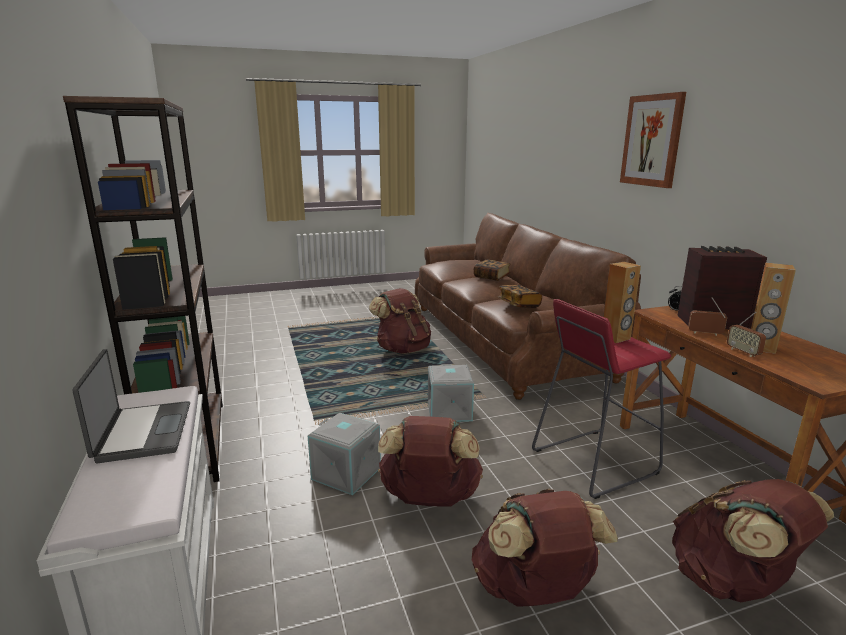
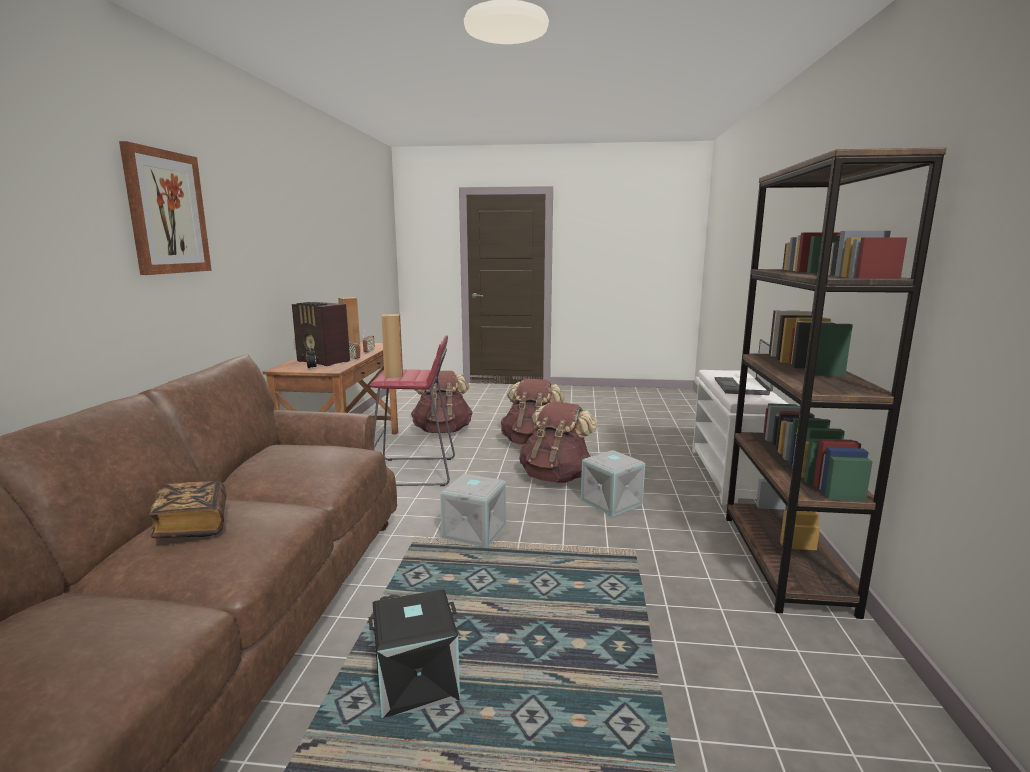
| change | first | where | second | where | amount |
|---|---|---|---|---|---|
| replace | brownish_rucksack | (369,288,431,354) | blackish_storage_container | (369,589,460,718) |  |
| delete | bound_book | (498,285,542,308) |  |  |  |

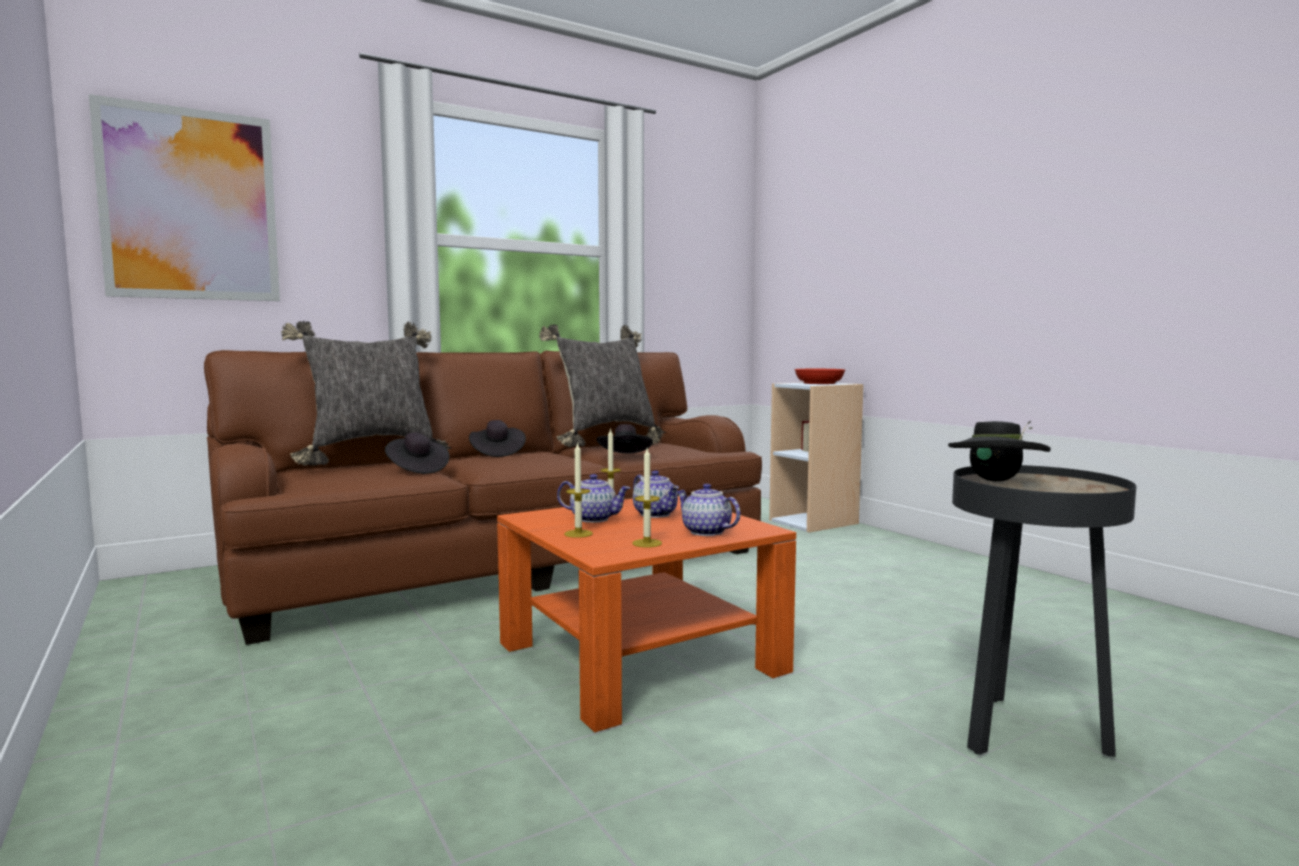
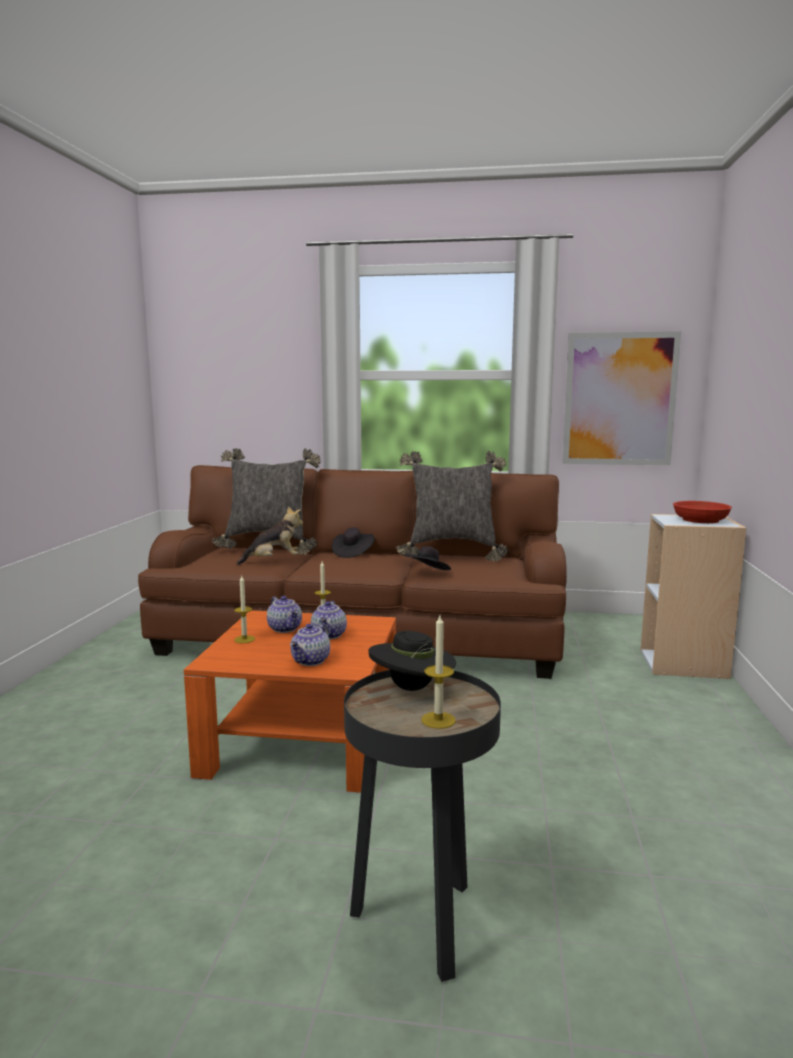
| change | first | where | second | where | amount |
|---|---|---|---|---|---|
| replace | blackish_hat | (385,432,449,474) | plush_toy | (237,506,303,565) |  |
| rotate | teapot | (676,483,741,536) |  | (290,623,330,666) | 150 degrees counterclockwise |
| move | wax_light | (632,449,662,548) |  | (421,615,456,729) |  |
| move | wall_art | (89,94,280,301) |  | (562,332,681,465) |  |

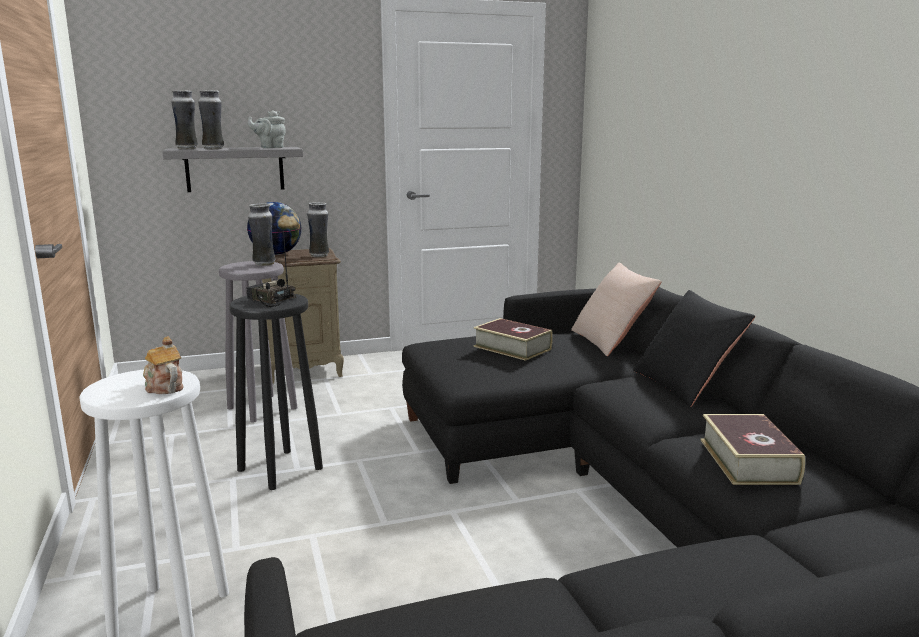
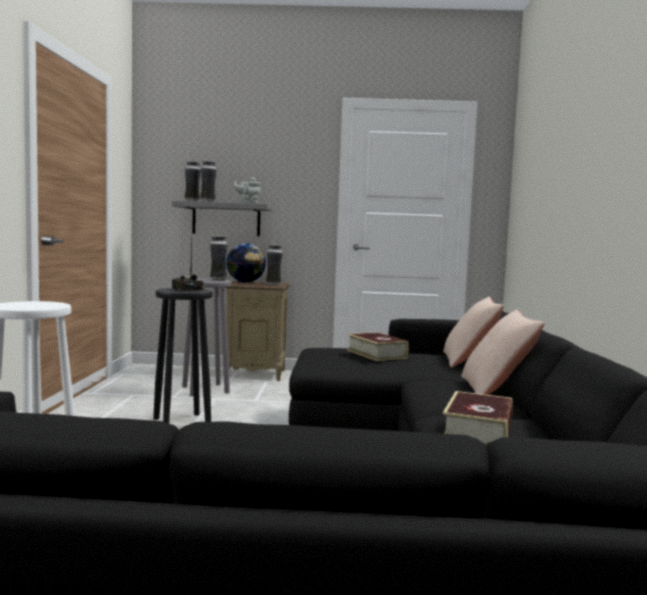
| change | first | where | second | where | amount |
|---|---|---|---|---|---|
| recolor | blackish_throw_pillow | (633,290,755,407) | sand-coloured_throw_pillow | (461,310,545,395) |  |
| delete | teapot | (143,336,183,394) |  |  |  |

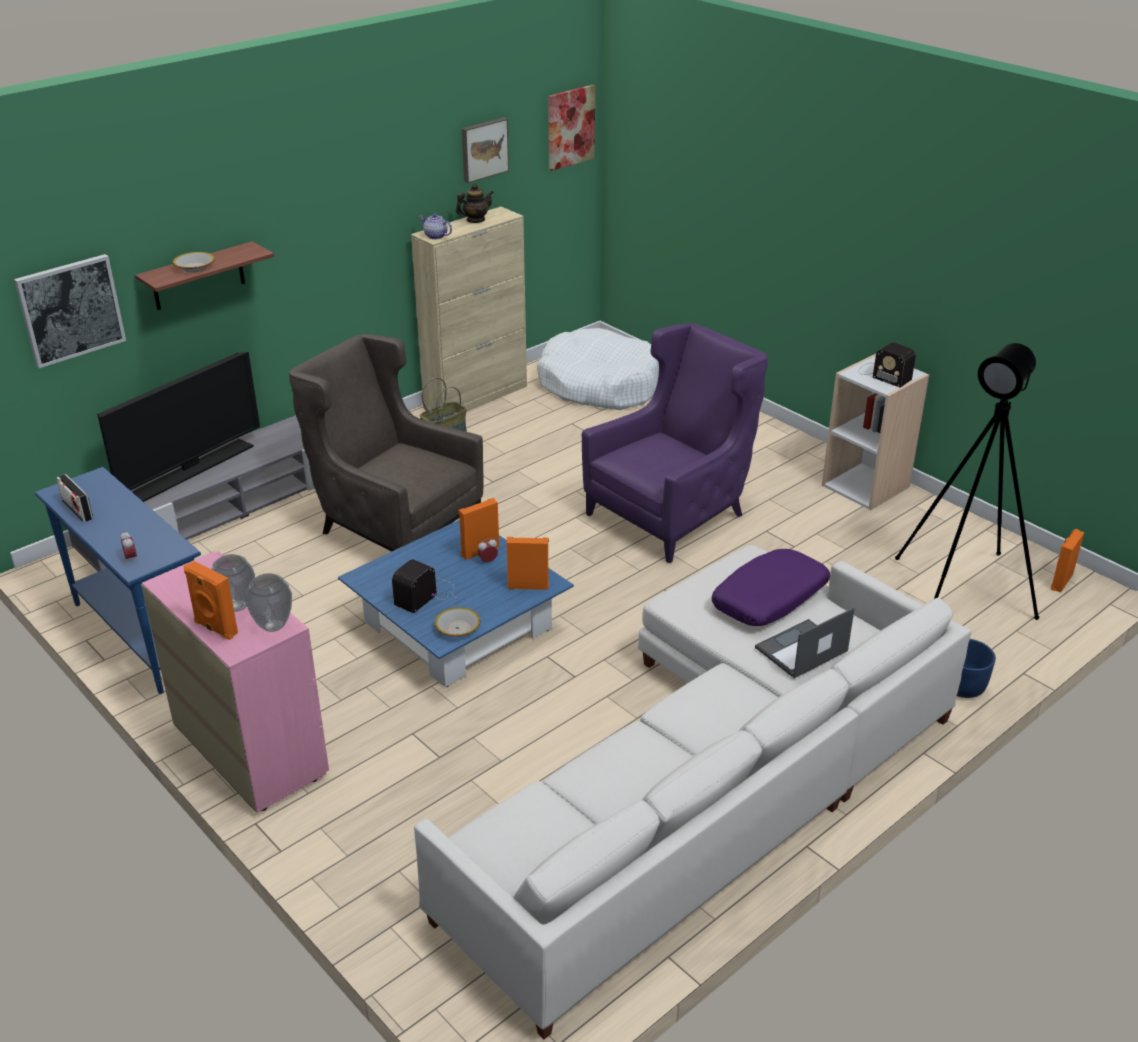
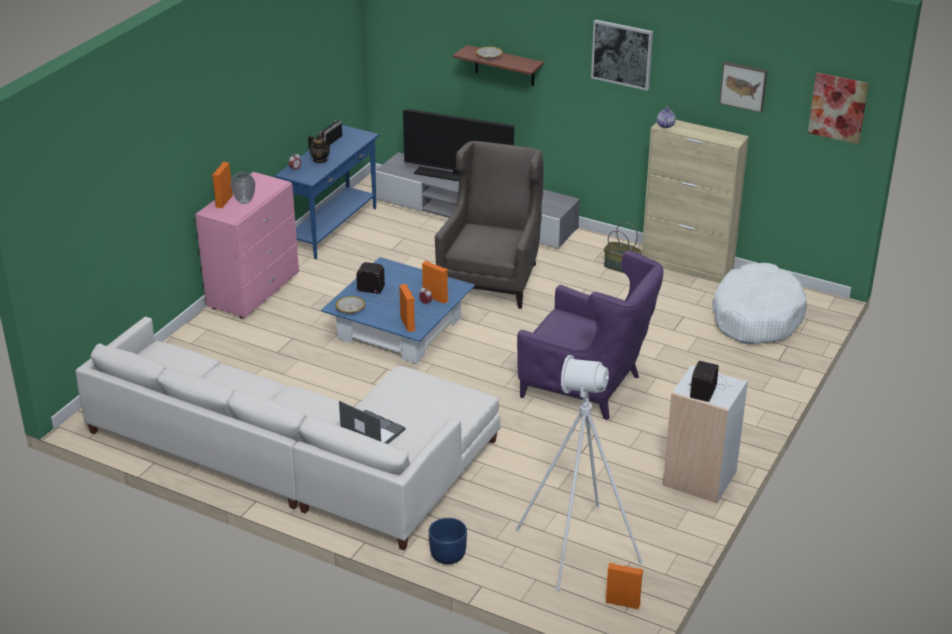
| change | first | where | second | where | amount |
|---|---|---|---|---|---|
| move | teapot | (456,184,494,223) |  | (308,134,330,163) |  |
| recolor | blackish_standing_lamp | (895,343,1039,620) | whitish_standing_lamp | (515,355,643,591) |  |
| move | wall_art | (14,254,126,368) |  | (591,19,653,90) |  |
| delete | decorative_vase | (245,573,292,632) |  |  |  |
| delete | purple-coloured_throw_pillow | (712,549,830,626) |  |  |  |

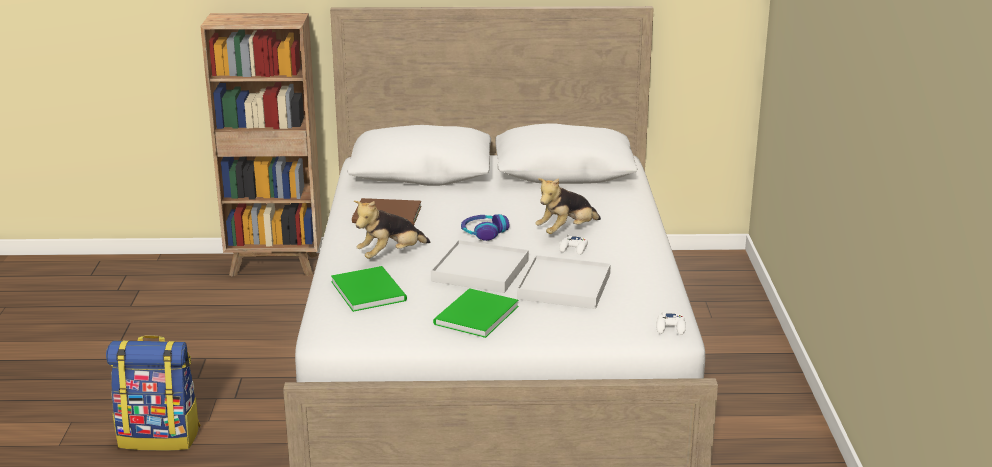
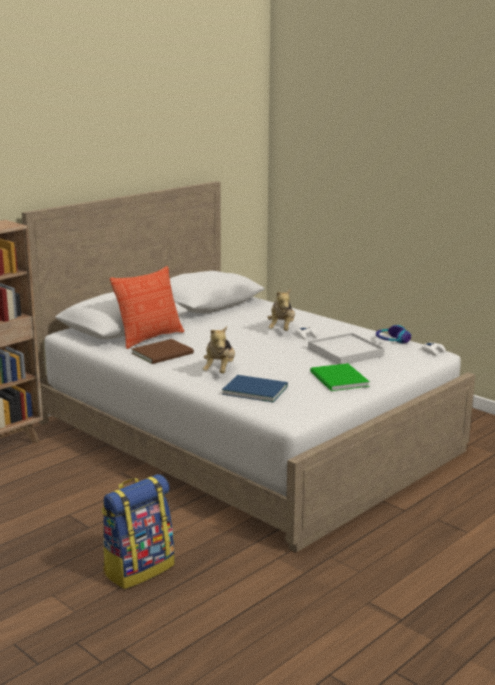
| change | first | where | second | where | amount |
|---|---|---|---|---|---|
| insert |  |  | orange-coloured_throw_pillow | (110,266,184,349) |  |
| recolor | greenish_bound_book | (331,266,407,312) | blue_bound_book | (222,375,288,402) |  |
| move | headphones | (461,214,509,241) |  | (376,325,411,344) |  |
| delete | whitish_carrying_tray | (431,240,529,293) |  |  |  |

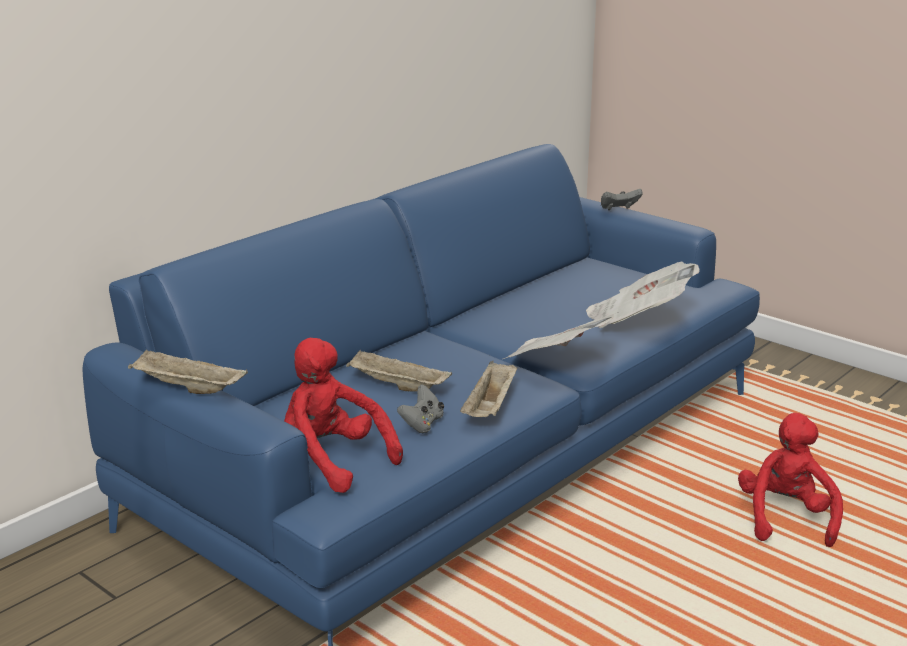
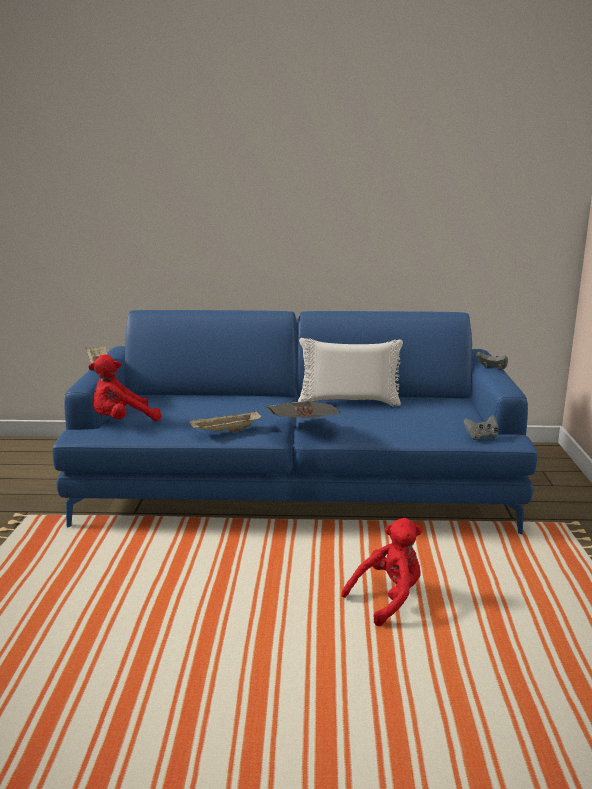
| change | first | where | second | where | amount |
|---|---|---|---|---|---|
| rotate | red-coloured_plush_toy | (284,338,403,493) |  | (89,354,161,421) | 120 degrees counterclockwise |
| insert |  |  | whitish_throw_pillow | (298,338,403,407) |  |
| move | grey_joypad | (397,384,444,433) |  | (463,415,498,440) |  |
| delete | sand-coloured_carrying_tray | (346,350,452,392) |  |  |  |
| delete | daily_paper | (586,261,700,328) |  |  |  |

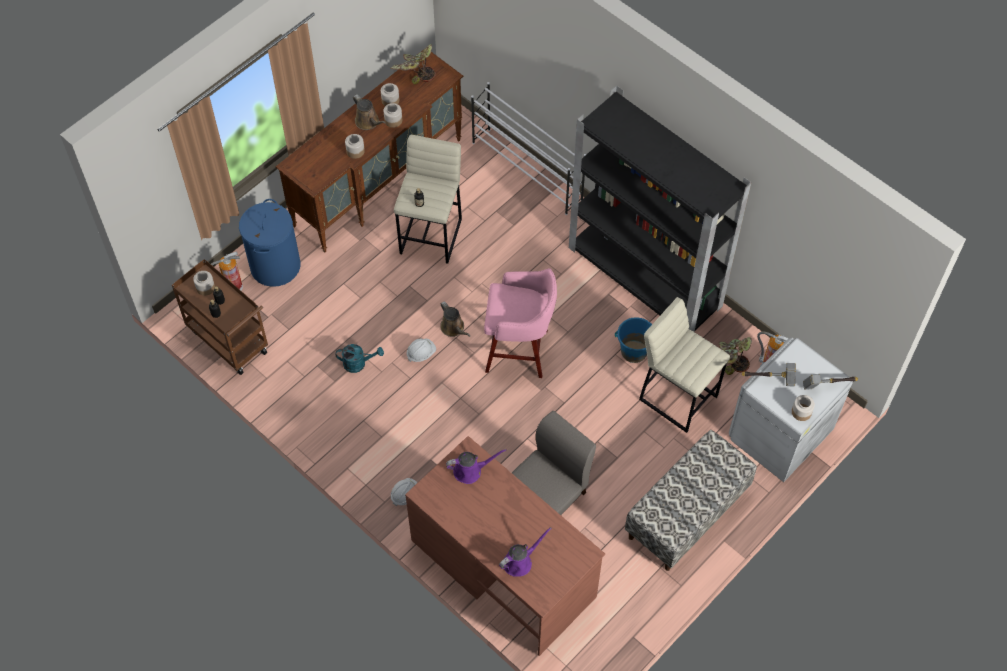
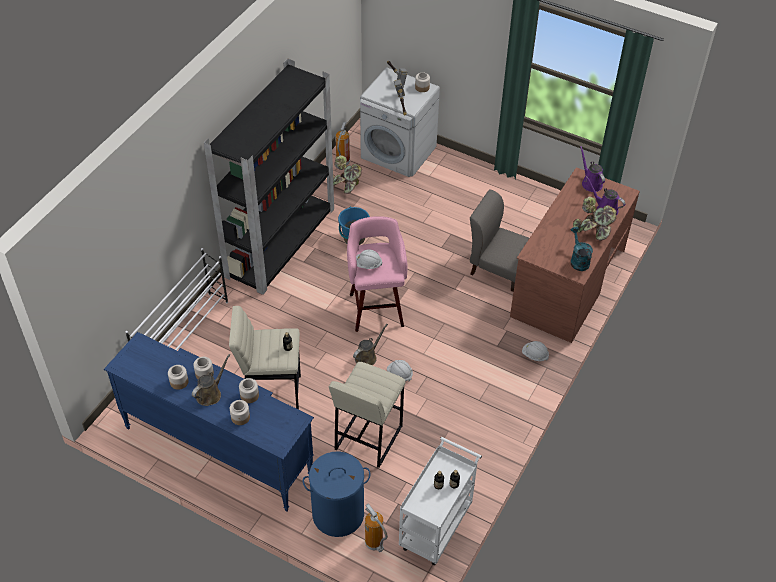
| change | first | where | second | where | amount |
|---|---|---|---|---|---|
| recolor | brownish_storage_cabinet | (276,51,463,252) | blue_storage_cabinet | (104,332,314,512) |  |
| move | jar | (193,271,215,296) |  | (230,400,250,425) |  |
| move | sand-coloured_stool_seat | (639,297,730,433) |  | (329,362,405,468) |  |
| insert |  |  | whitish_hard_hat | (356,249,382,269) |  |
| recolor | brownish_trolley | (172,259,268,375) | whitish_trolley | (399,437,482,565) |  |
| move | turquoise-coloured_watering_pot | (336,344,384,373) |  | (571,227,593,271) |  |
| move | houseplant | (390,44,436,84) |  | (573,197,617,241) |  |
| move | purple-coloured_watering_pot | (446,449,506,484) |  | (580,146,605,192) |  |
| delete | bench | (625,430,757,571) |  |  |  |

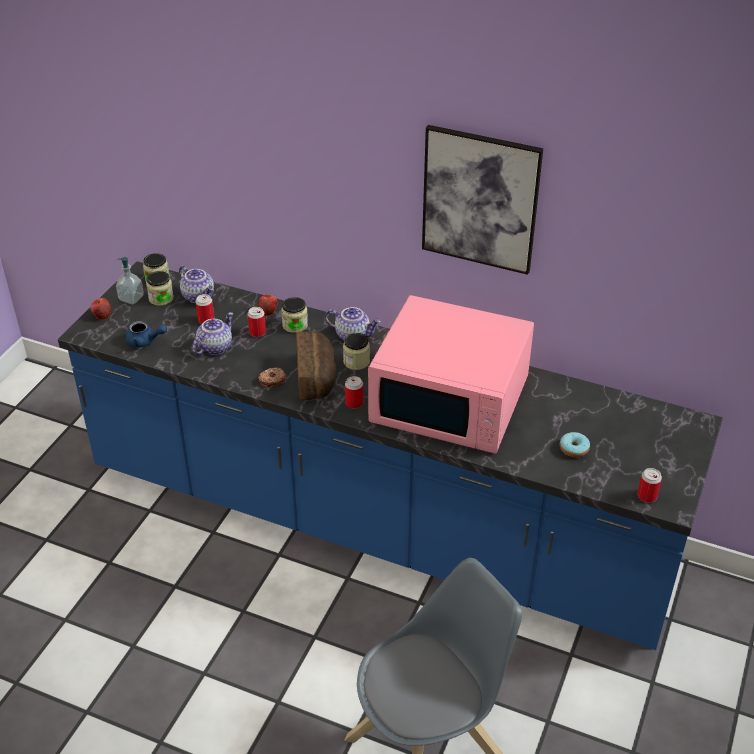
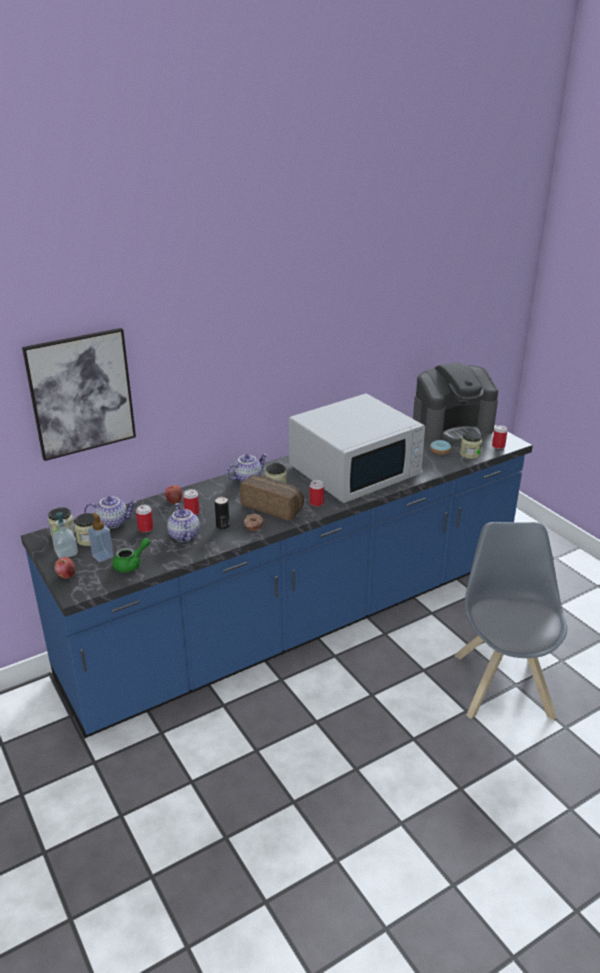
| change | first | where | second | where | amount |
|---|---|---|---|---|---|
| move | wall_art | (422,125,543,275) |  | (22,328,136,461) |  |
| insert |  |  | liquid_soap_bottle | (88,513,114,562) |  |
| recolor | blue_teapot | (126,321,167,347) | greenish_teapot | (112,538,150,573) |  |
| insert |  |  | can | (215,497,230,530) |  |
| recolor | pinkish_kitchen_microwave | (368,295,534,454) | whitish_kitchen_microwave | (289,394,425,503) |  |
| insert |  |  | coffee_machine | (413,362,498,443) |  |
| move | jar | (281,297,308,333) |  | (460,432,482,459) |  |

